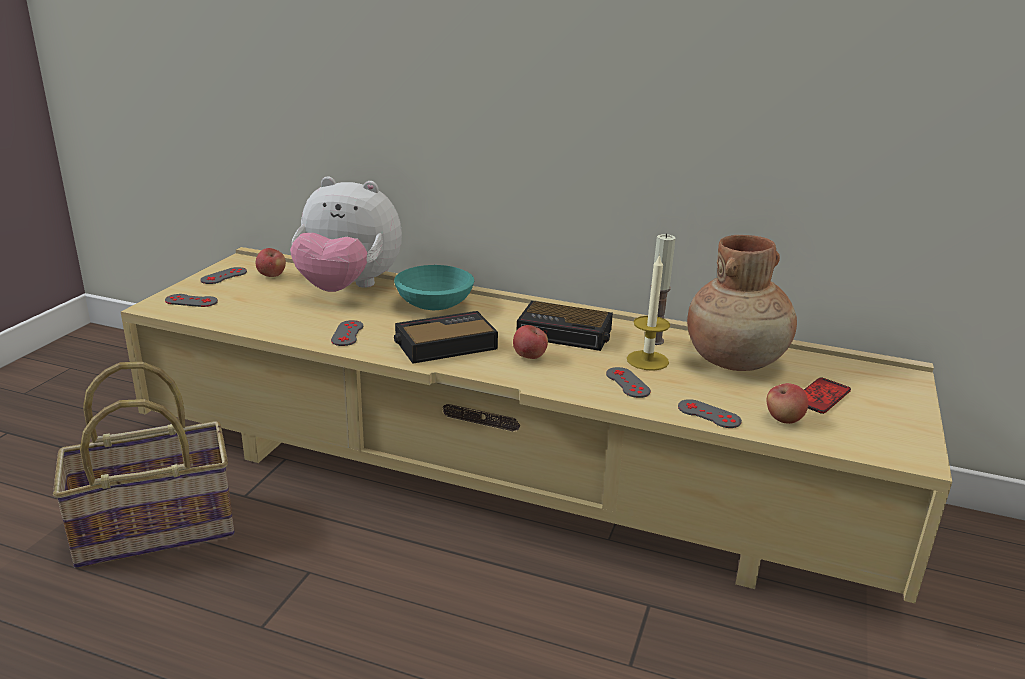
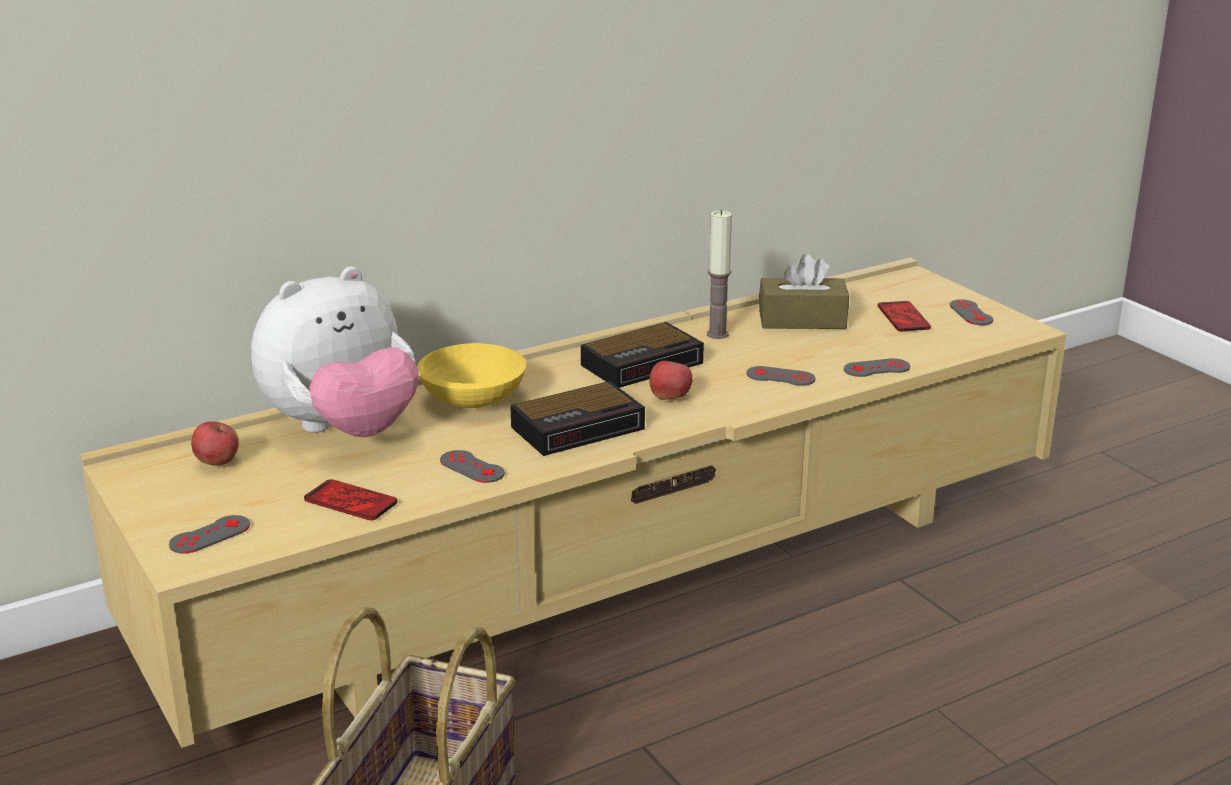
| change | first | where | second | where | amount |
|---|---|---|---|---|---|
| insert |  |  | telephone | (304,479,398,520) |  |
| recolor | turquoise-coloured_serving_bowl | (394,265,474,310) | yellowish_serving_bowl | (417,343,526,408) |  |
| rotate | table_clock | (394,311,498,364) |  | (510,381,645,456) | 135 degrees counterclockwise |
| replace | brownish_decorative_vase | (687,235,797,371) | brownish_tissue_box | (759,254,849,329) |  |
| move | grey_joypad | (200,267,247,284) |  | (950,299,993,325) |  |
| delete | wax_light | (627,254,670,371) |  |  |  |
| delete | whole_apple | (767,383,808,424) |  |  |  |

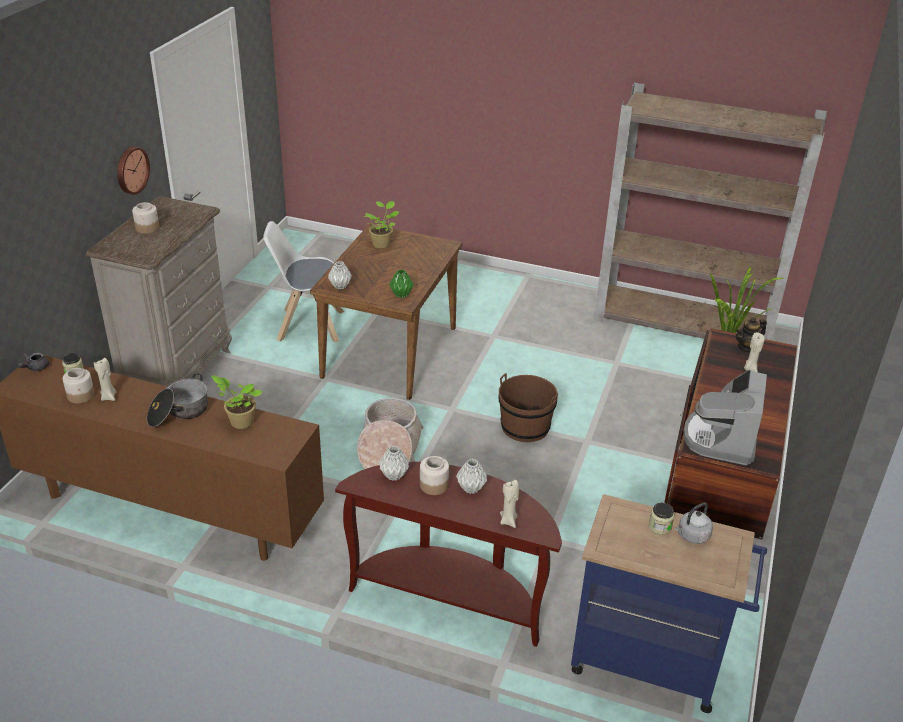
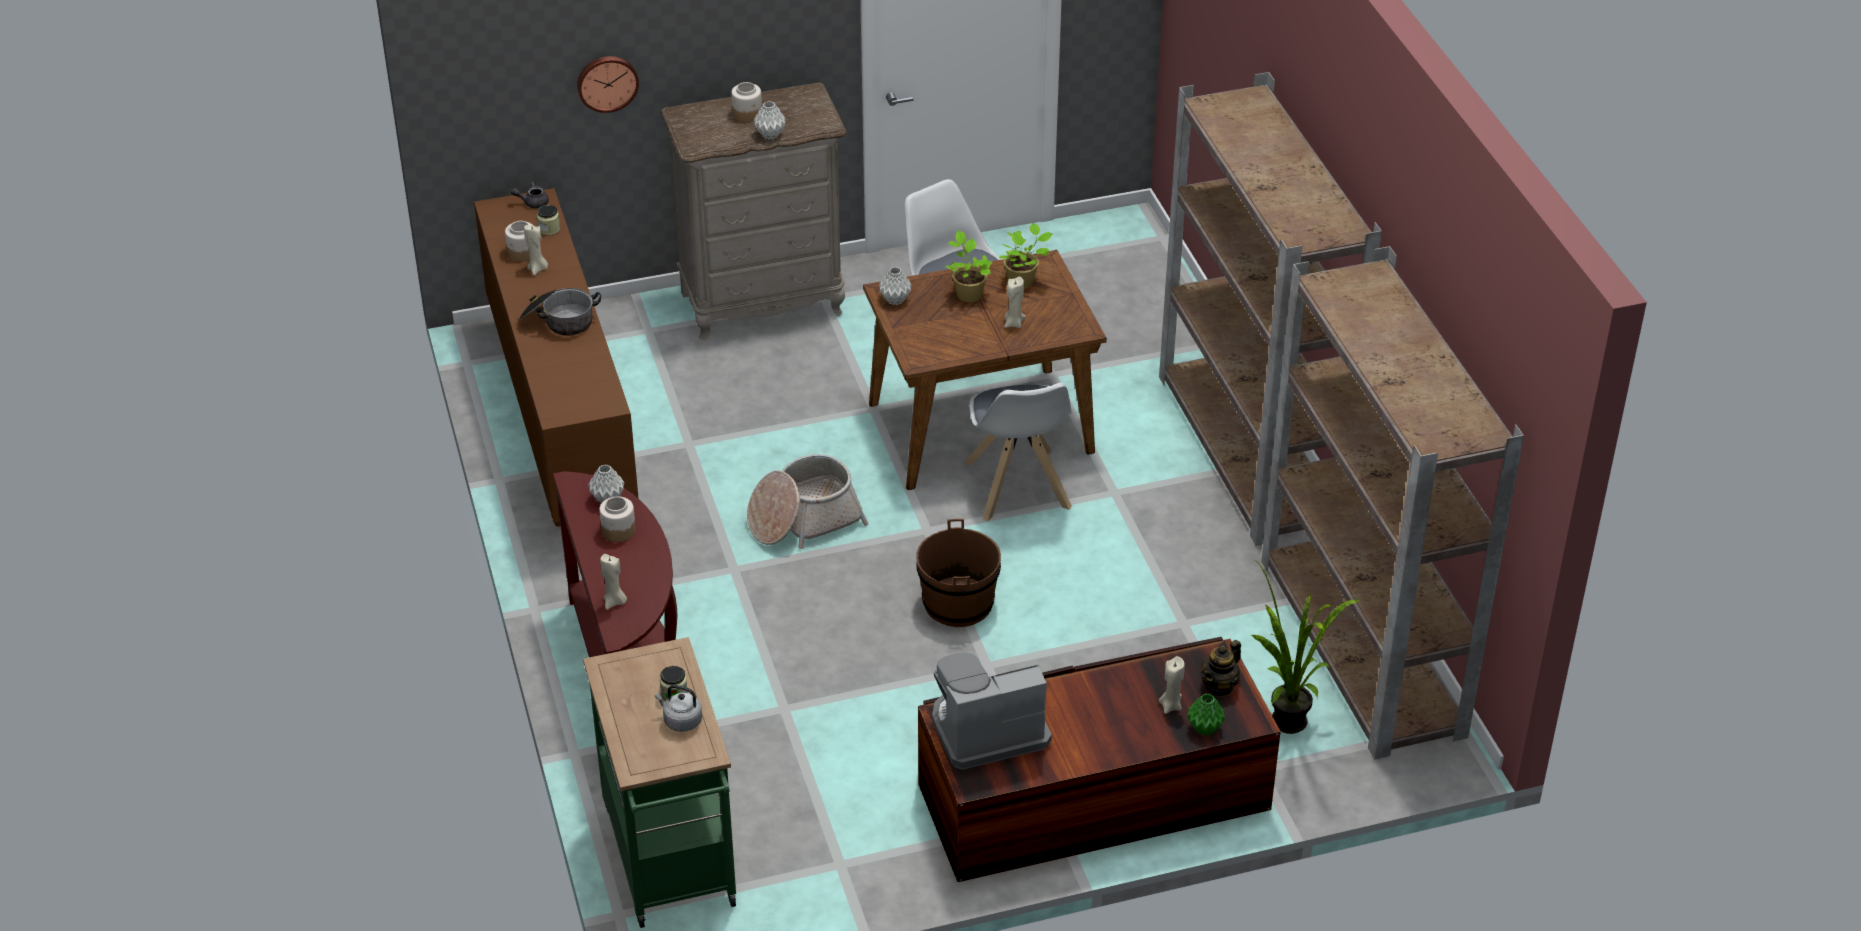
| change | first | where | second | where | amount |
|---|---|---|---|---|---|
| move | wall_clock | (117,147,150,195) |  | (577,56,639,113) |  |
| recolor | blue_trolley | (571,494,767,713) | greenish_trolley | (583,637,736,928) |  |
| move | grey_decorative_vase | (456,459,487,494) |  | (754,101,786,139) |  |
| move | houseplant | (211,375,262,429) |  | (945,230,993,302) |  |
| insert |  |  | plain_chair | (964,383,1072,521) |  |
| insert |  |  | sand-coloured_wax_light | (1004,276,1026,328) |  |
| insert |  |  | brownish_shelving_unit | (1159,72,1382,546) |  |
| move | greenish_decorative_vase | (389,270,413,298) |  | (1187,694,1225,736) |  |
| rotate | teapot | (736,317,767,353) |  | (1201,640,1241,697) | 75 degrees counterclockwise |

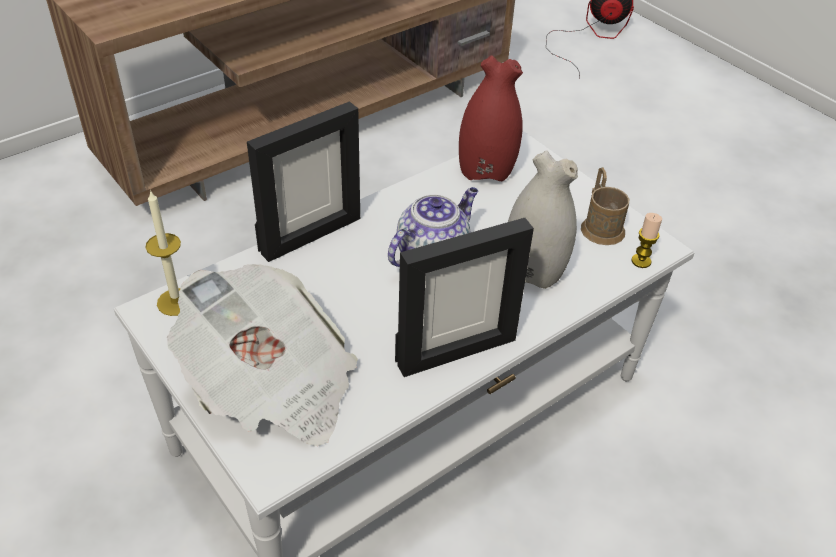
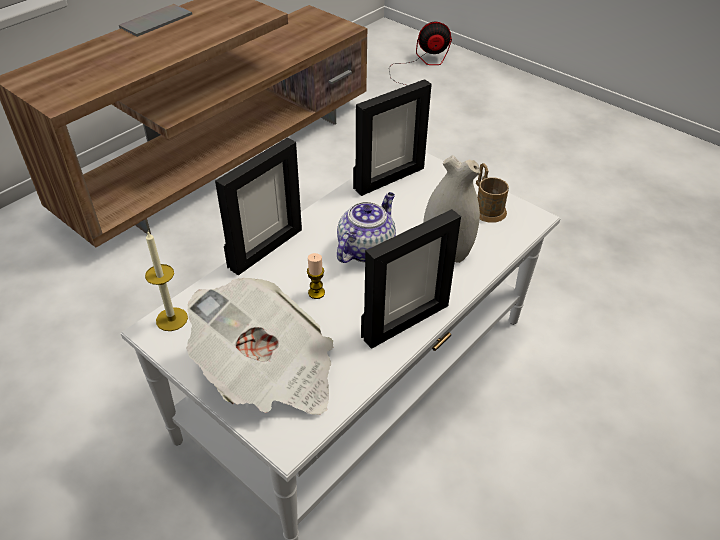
| change | first | where | second | where | amount |
|---|---|---|---|---|---|
| move | wax_light | (631,213,662,268) |  | (307,253,325,299) |  |
| replace | red-coloured_decorative_vase | (459,55,523,181) | standing_frame | (353,79,432,196) |  |

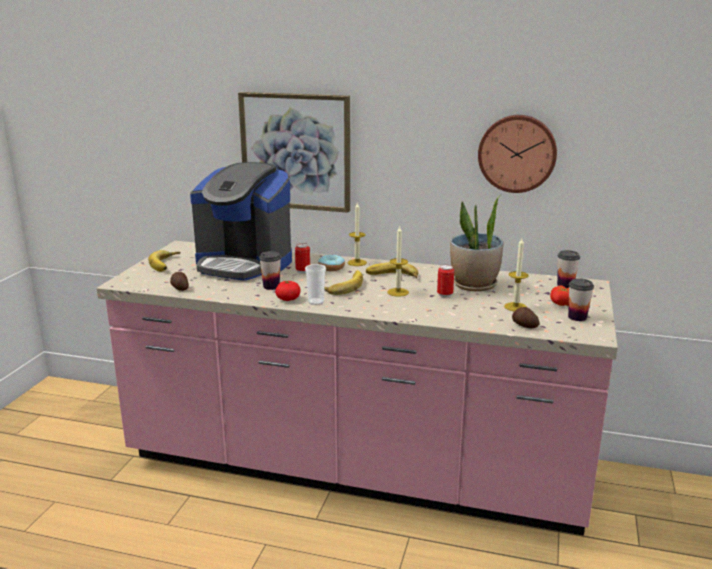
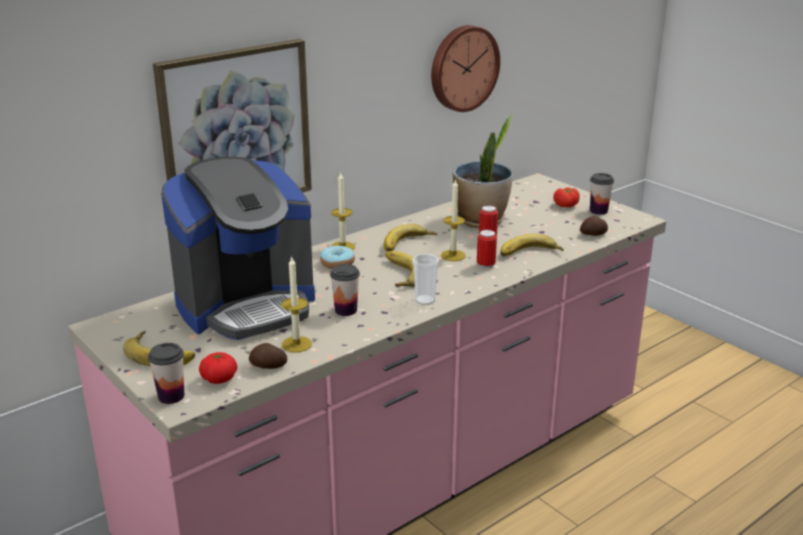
| change | first | where | second | where | amount |
|---|---|---|---|---|---|
| move | cup | (557,250,580,288) |  | (148,343,184,404) |  |
| move | tomato | (275,281,301,301) |  | (199,352,237,384) |  |
| move | wax_light | (504,238,529,311) |  | (281,256,312,352) |  |
| move | can | (295,243,310,274) |  | (477,230,497,269) |  |
| insert |  |  | banana | (500,234,564,256) |  |

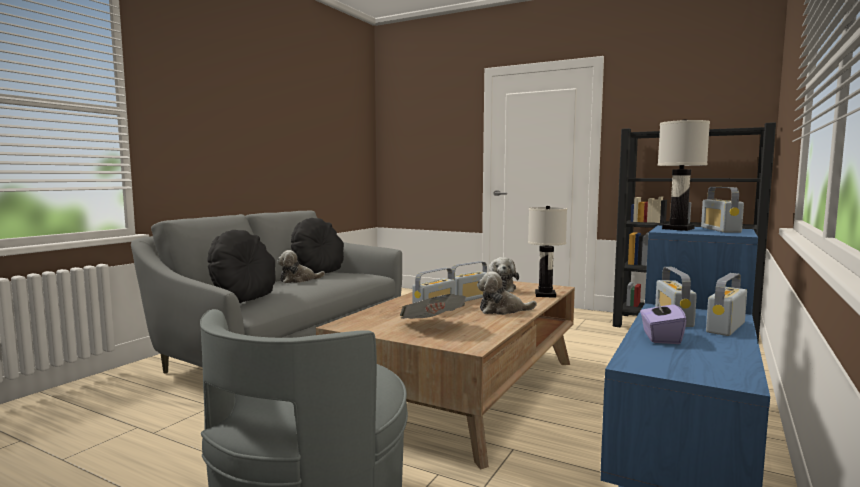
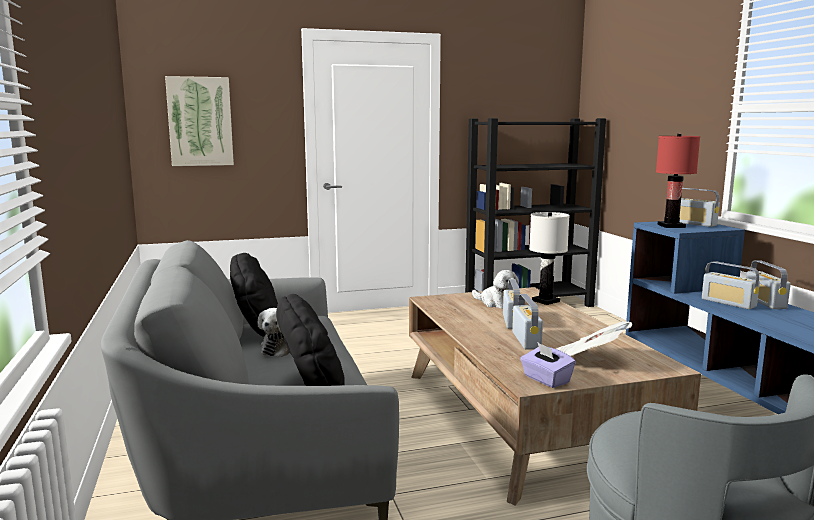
| change | first | where | second | where | amount |
|---|---|---|---|---|---|
| insert |  |  | wall_art | (165,76,234,166) |  |
| move | purple-coloured_tissue_box | (640,294,687,344) |  | (520,342,576,388) |  |
| recolor | whitish_lamp_for_a_table | (658,119,710,231) | red-coloured_lamp_for_a_table | (656,134,700,228) |  |
| delete | plush_toy | (477,271,537,315) |  |  |  |

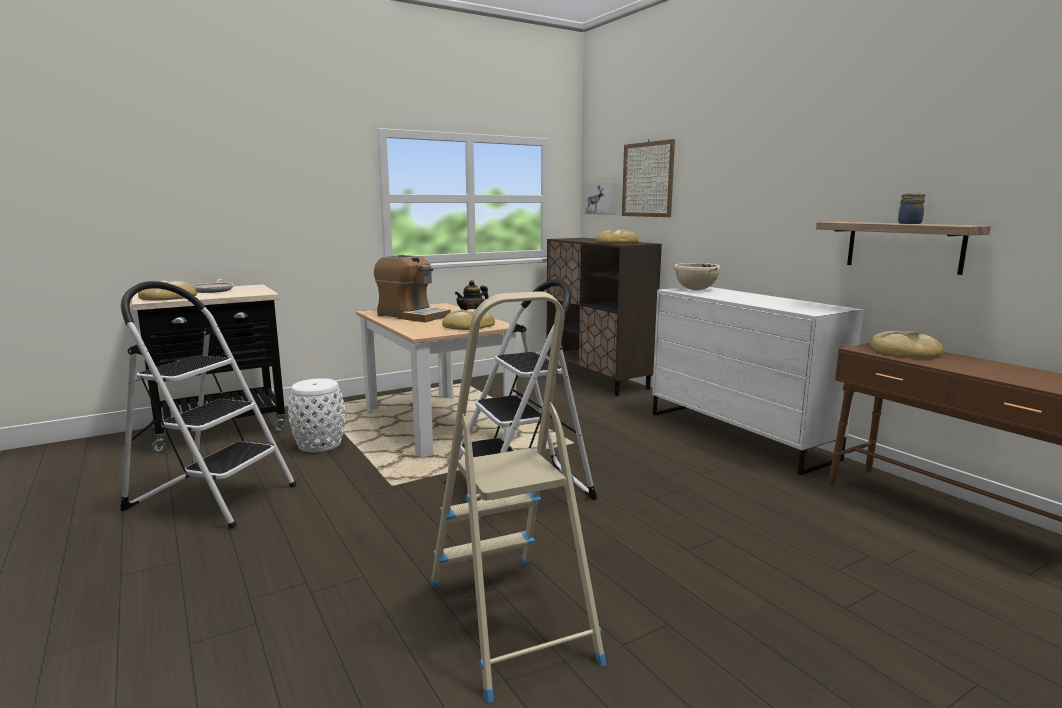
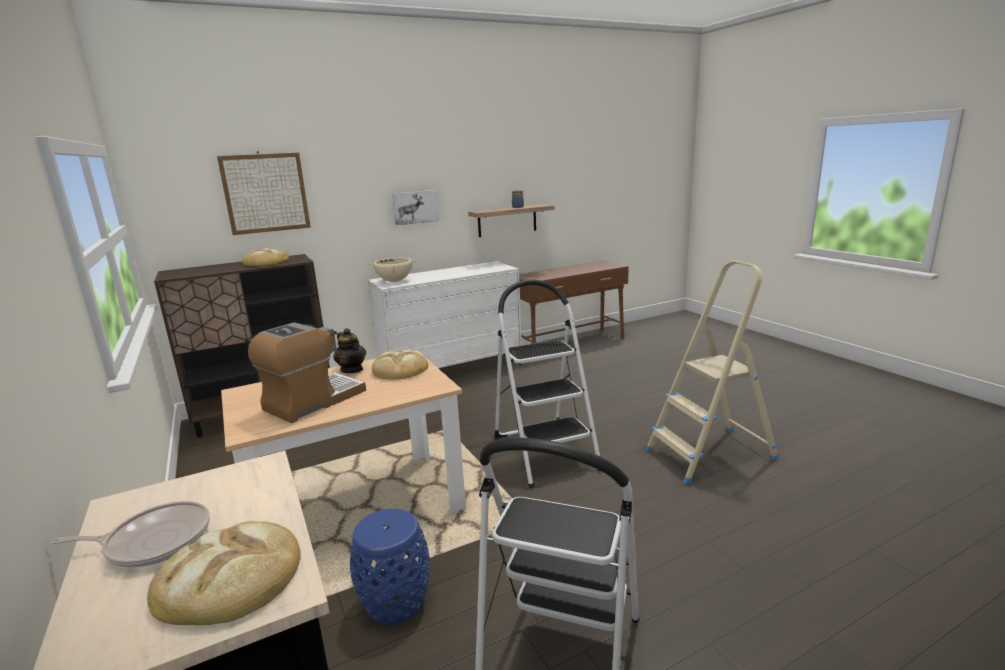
| change | first | where | second | where | amount |
|---|---|---|---|---|---|
| recolor | whitish_stool_seat | (288,378,345,453) | blue_stool_seat | (350,509,430,625) |  |
| move | wall_art | (586,183,617,215) |  | (392,190,439,226) |  |
| delete | baked_bread | (870,331,943,358) |  |  |  |

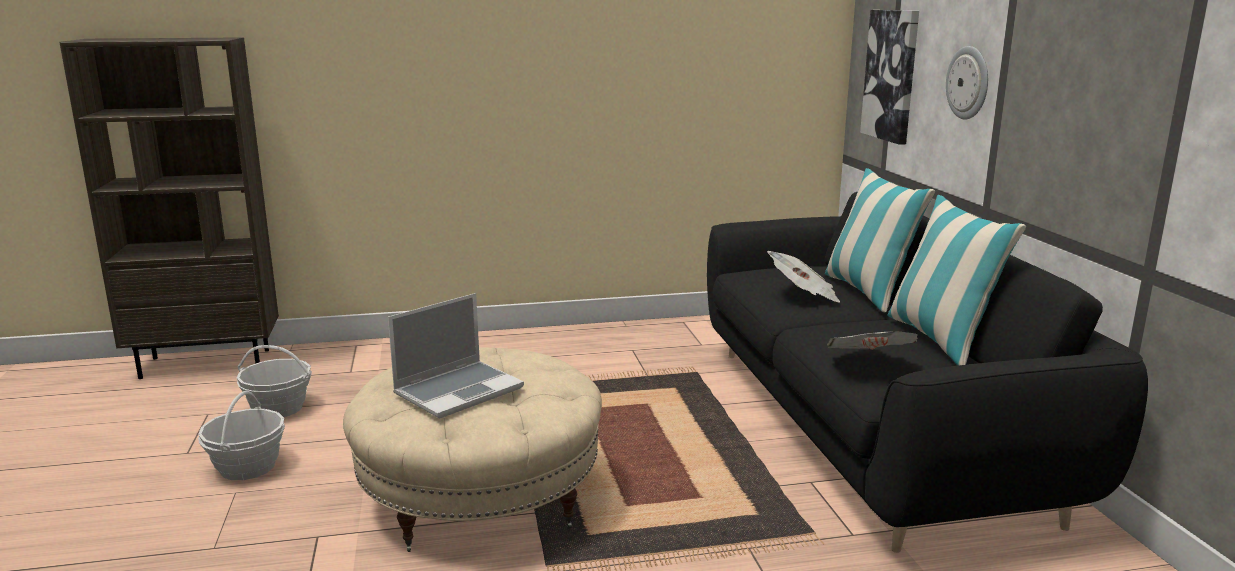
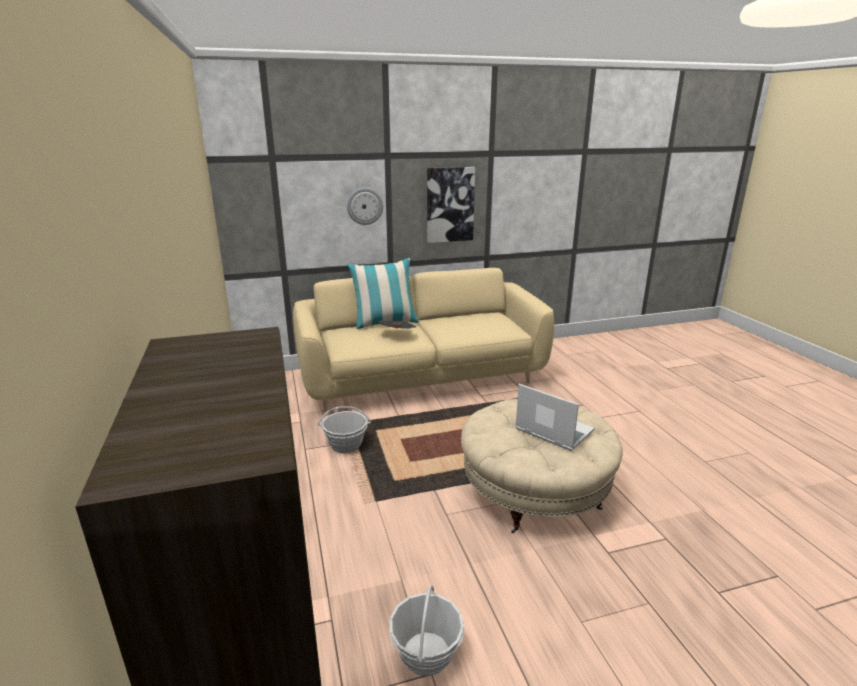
| change | first | where | second | where | amount |
|---|---|---|---|---|---|
| recolor | blackish_couch | (707,192,1148,553) | sand-coloured_couch | (293,268,554,412) |  |
| move | storage_basket | (198,391,285,480) |  | (318,406,371,453) |  |
| move | wall_art | (860,10,919,145) |  | (427,167,475,243) |  |
| delete | daily_paper | (827,331,918,350) |  |  |  |
| delete | throw_pillow | (887,195,1026,366) |  |  |  |

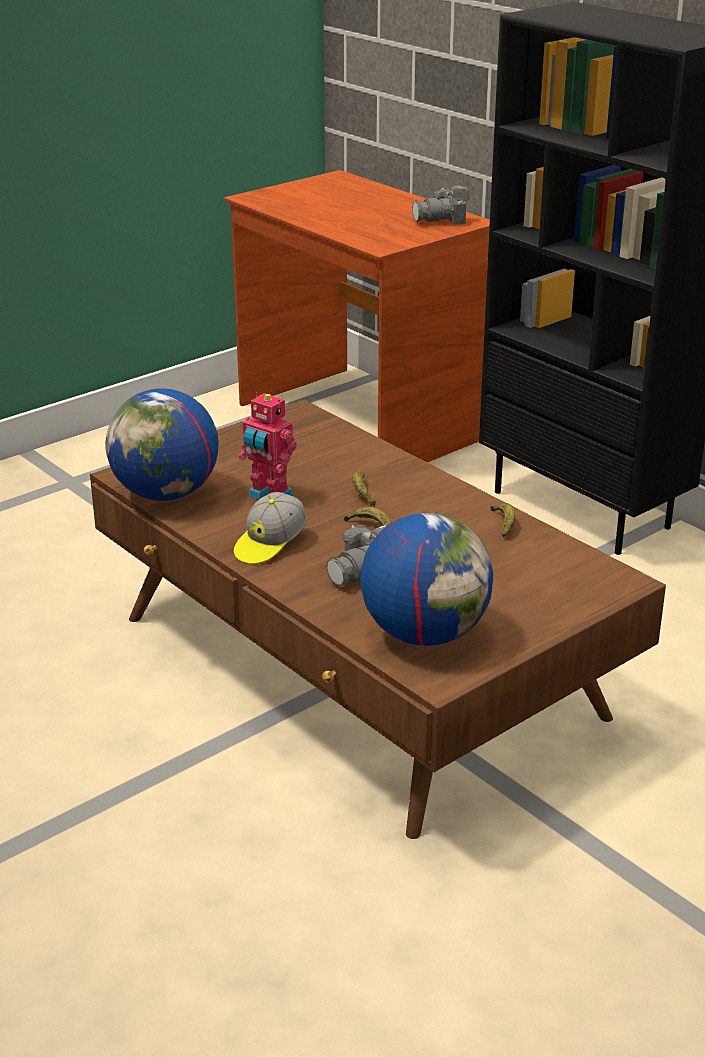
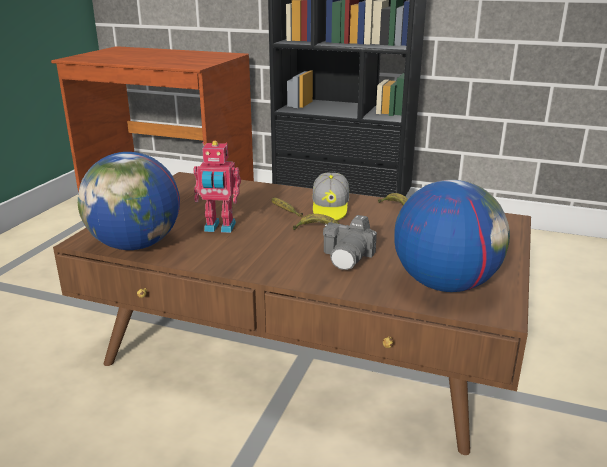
| change | first | where | second | where | amount |
|---|---|---|---|---|---|
| move | peaked_cap | (234,492,307,565) |  | (313,172,349,221) |  |
| delete | photo_camera | (412,186,469,225) |  |  |  |

